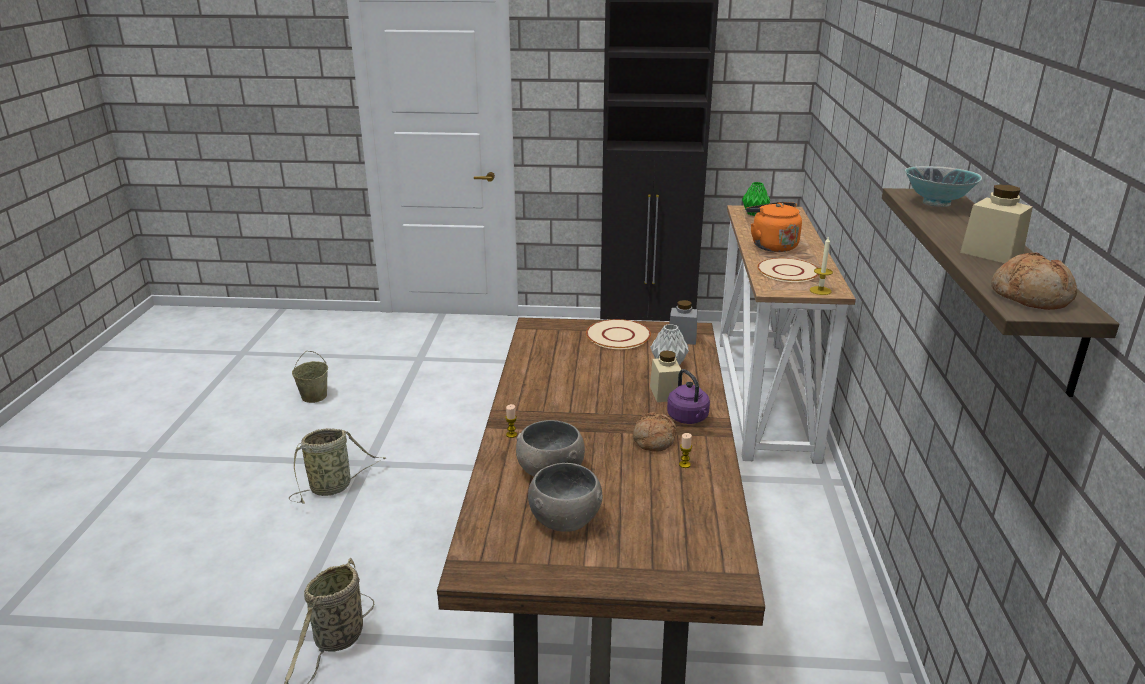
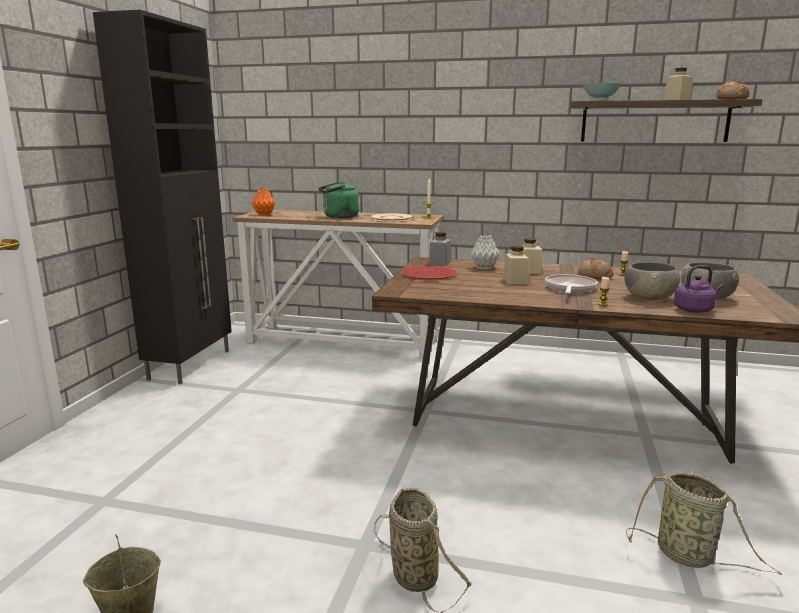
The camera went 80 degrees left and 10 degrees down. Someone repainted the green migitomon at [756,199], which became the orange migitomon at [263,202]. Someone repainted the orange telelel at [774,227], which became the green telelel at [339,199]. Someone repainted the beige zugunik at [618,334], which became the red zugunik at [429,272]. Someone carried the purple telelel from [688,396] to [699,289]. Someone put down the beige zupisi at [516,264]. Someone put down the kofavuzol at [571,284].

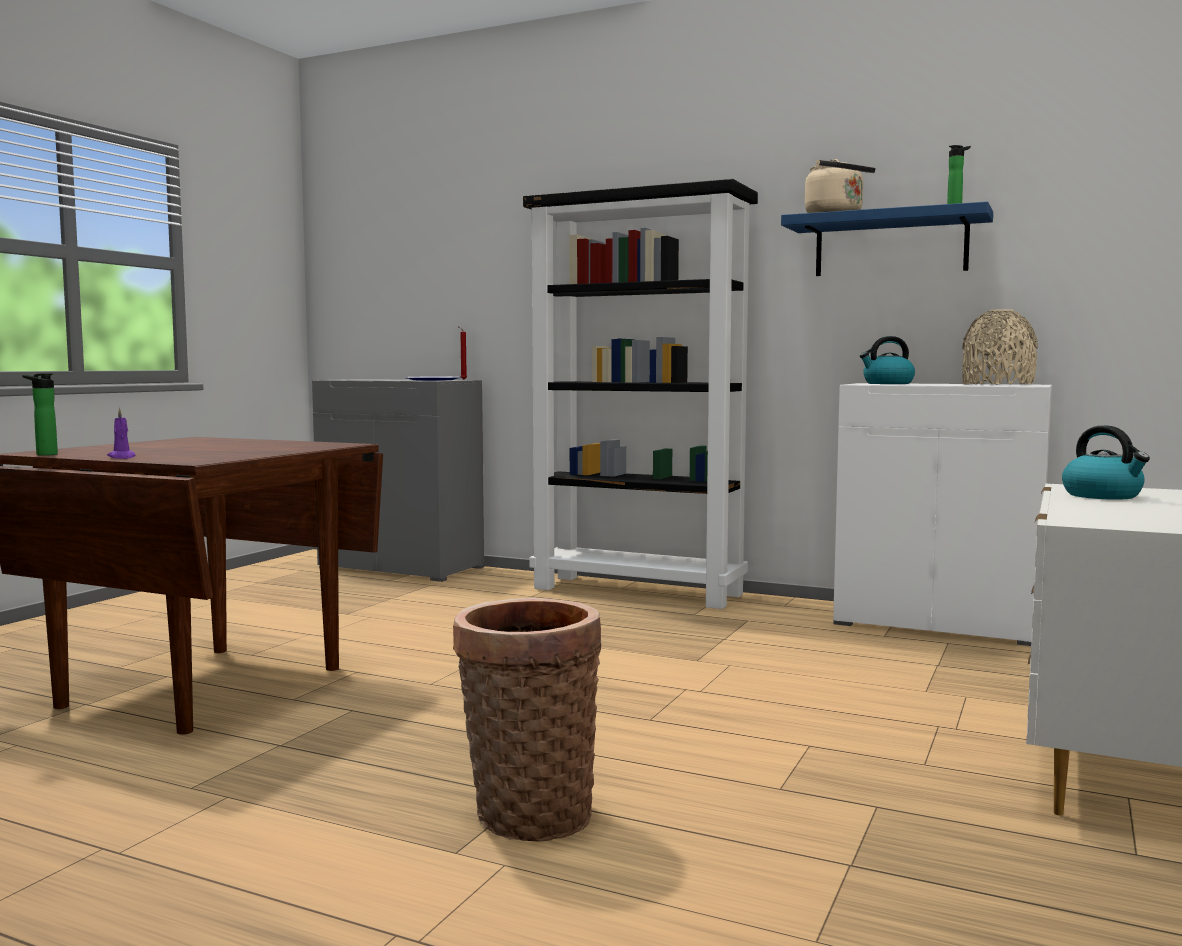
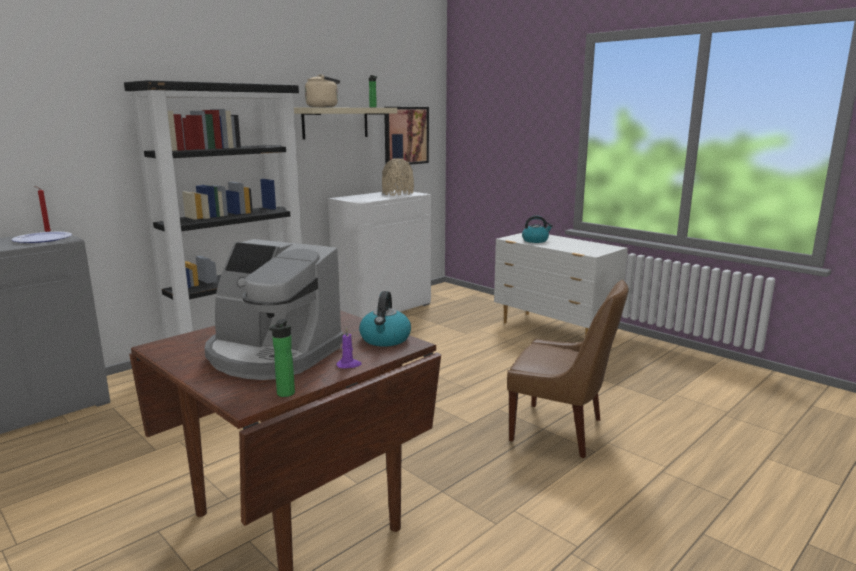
The camera went 70 degrees left and 10 degrees up. Someone repainted the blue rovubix at [887,239], which became the beige rovubix at [345,124]. Someone carried the telelel from [887,360] to [385,319]. Someone swapped the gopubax at [527,719] for the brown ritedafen at [568,369]. Someone put up the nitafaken at [406,136]. Someone put down the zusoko at [274,309].

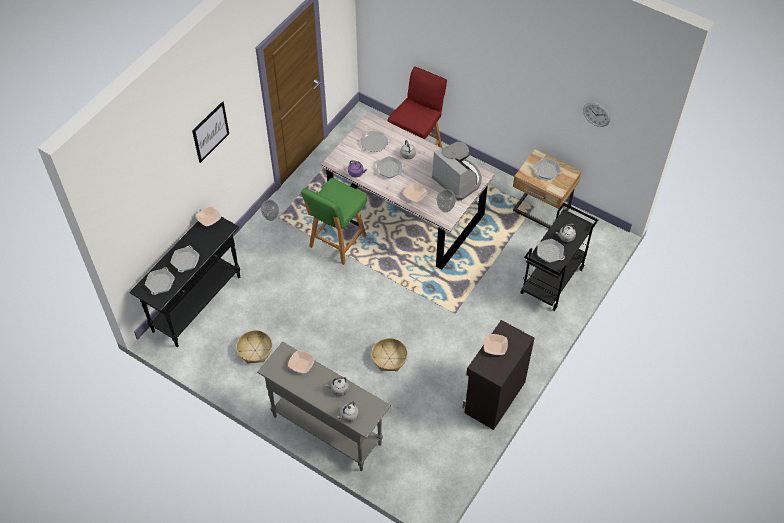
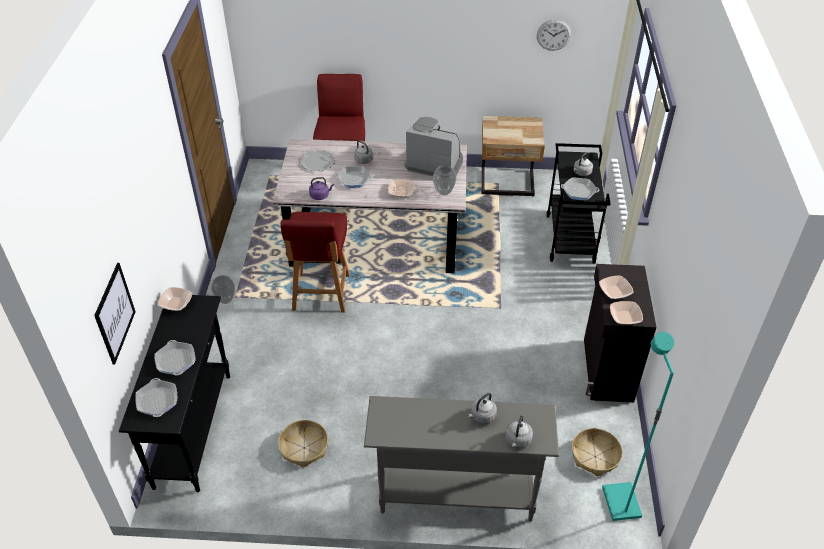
The camera went 30 degrees left and 10 degrees down. Someone carried the nitafaken from [210,132] to [115,314]. Someone took away the kofavuzol at [547,169]. Someone repainted the green ritedafen at [334,221], which became the red ritedafen at [315,262]. Someone carried the gopubax from [390,354] to [597,452]. Someone carried the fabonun from [301,361] to [626,312]. Someone put down the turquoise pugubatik at [638,426].

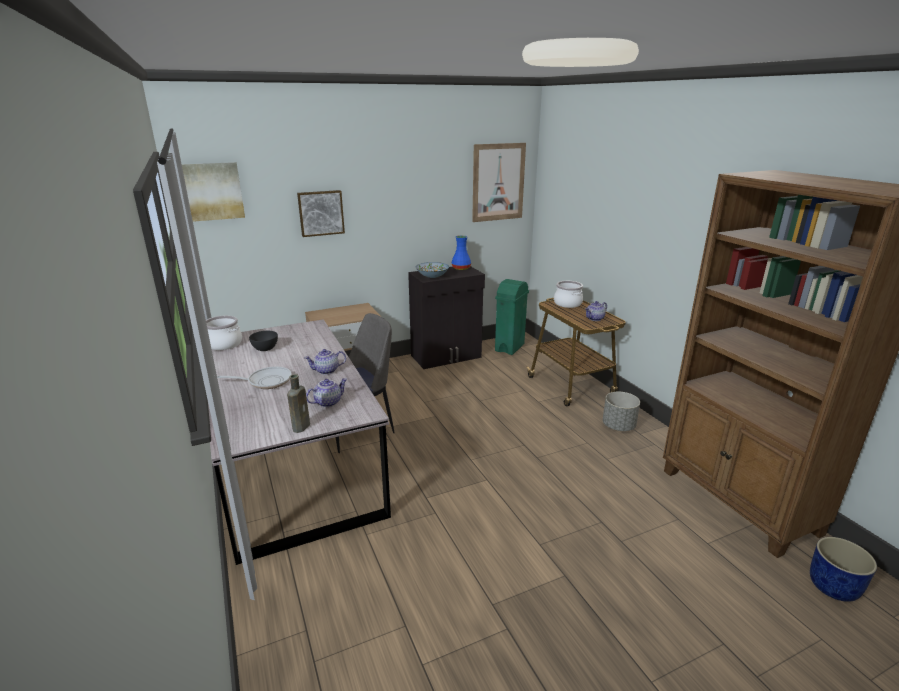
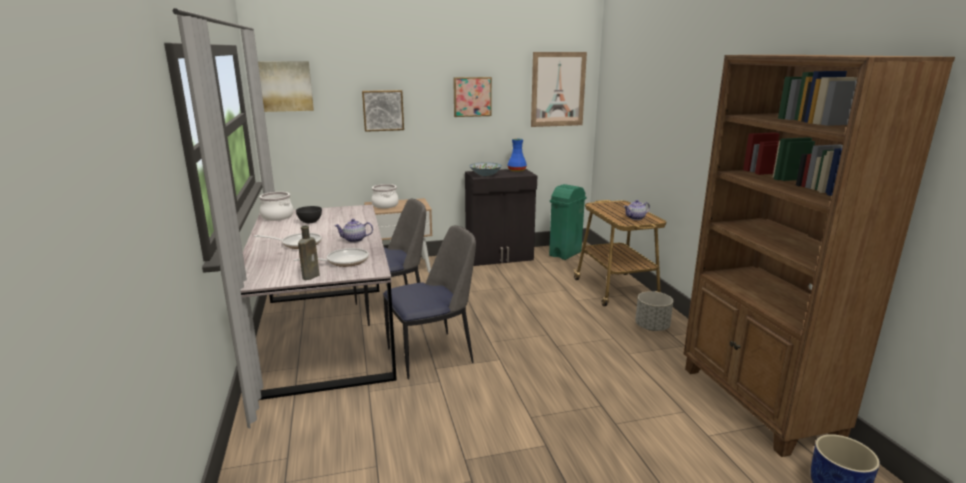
The camera went 10 degrees right and 5 degrees down. Someone carried the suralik from [568,294] to [385,196]. Someone swapped the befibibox at [326,392] for the kofavuzol at [331,257]. Someone put up the nitafaken at [472,97]. Someone put down the ritedafen at [429,302].

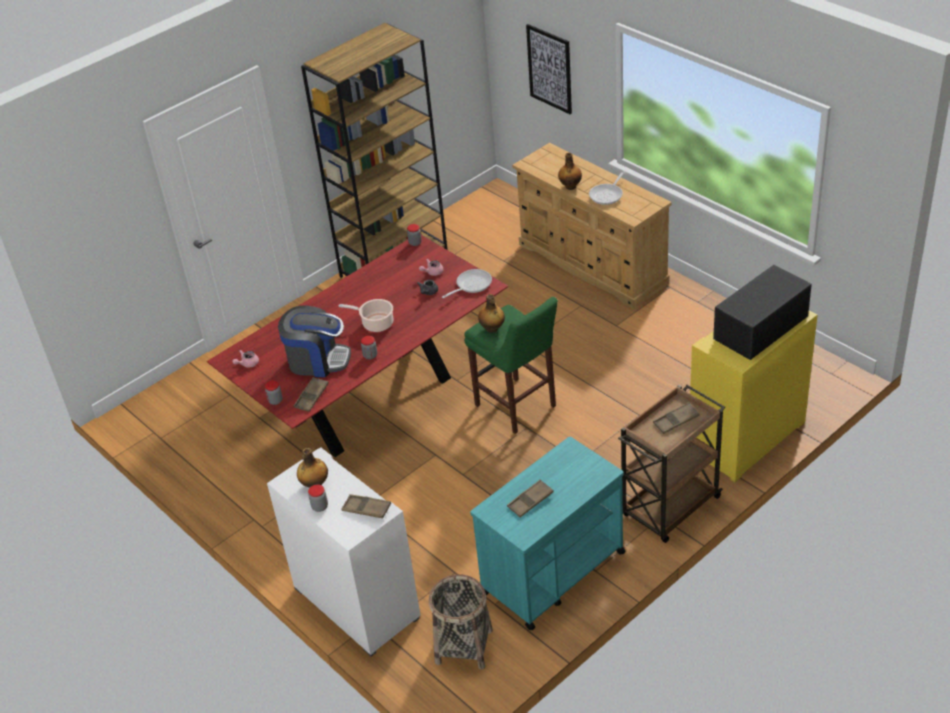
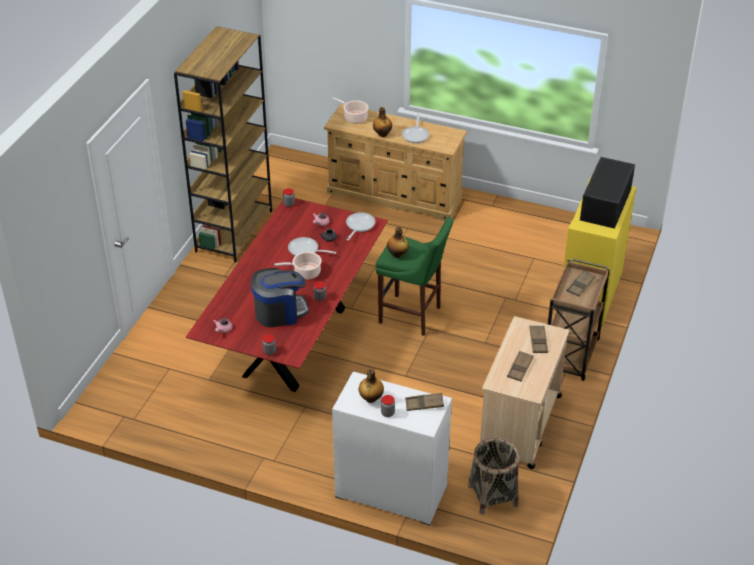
The camera went 30 degrees left and 0 degrees up. Someone took away the nitafaken at [549,69]. Someone carried the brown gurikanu from [311,394] to [538,339]. Someone repainted the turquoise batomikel at [548,533], which became the beige batomikel at [524,392]. Someone put down the suralik at [350,110]. Someone put down the kofavuzol at [312,246].

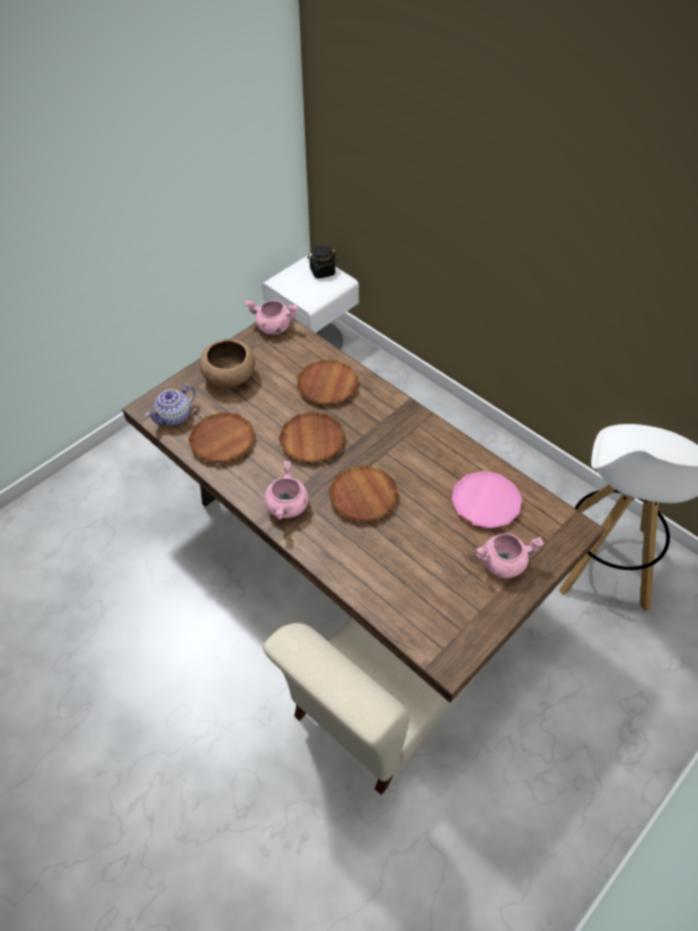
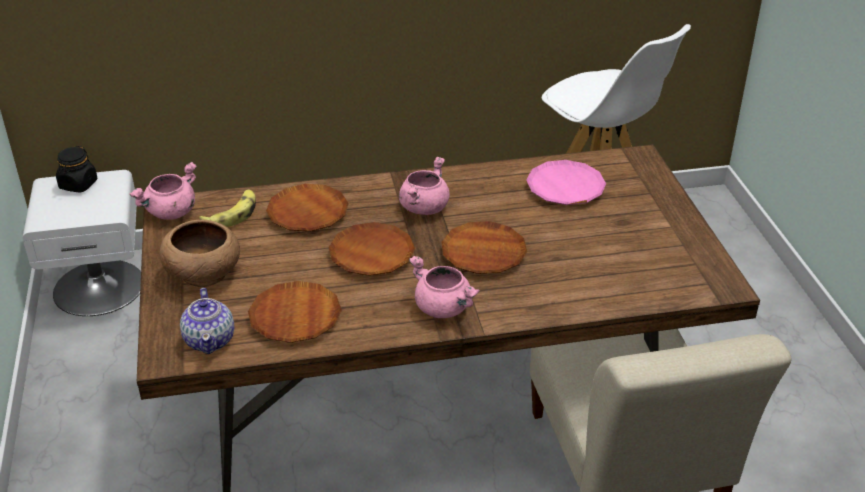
The camera went 55 degrees left and 15 degrees down. Someone carried the pink suralik from [510,555] to [424,186]. Someone put down the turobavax at [227,208].

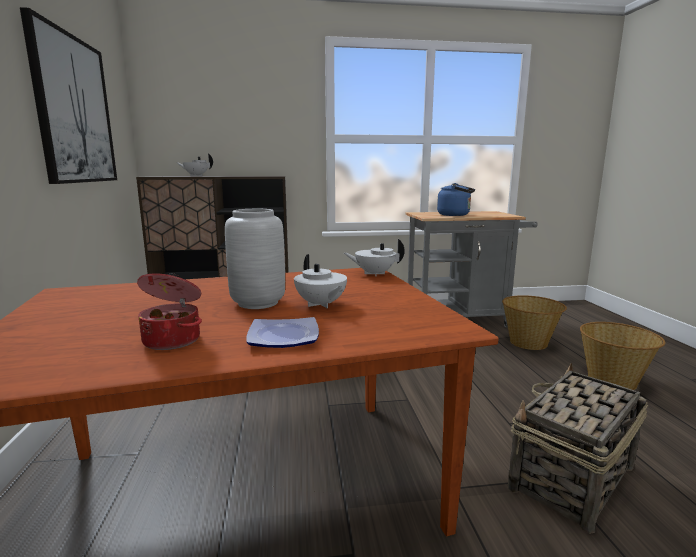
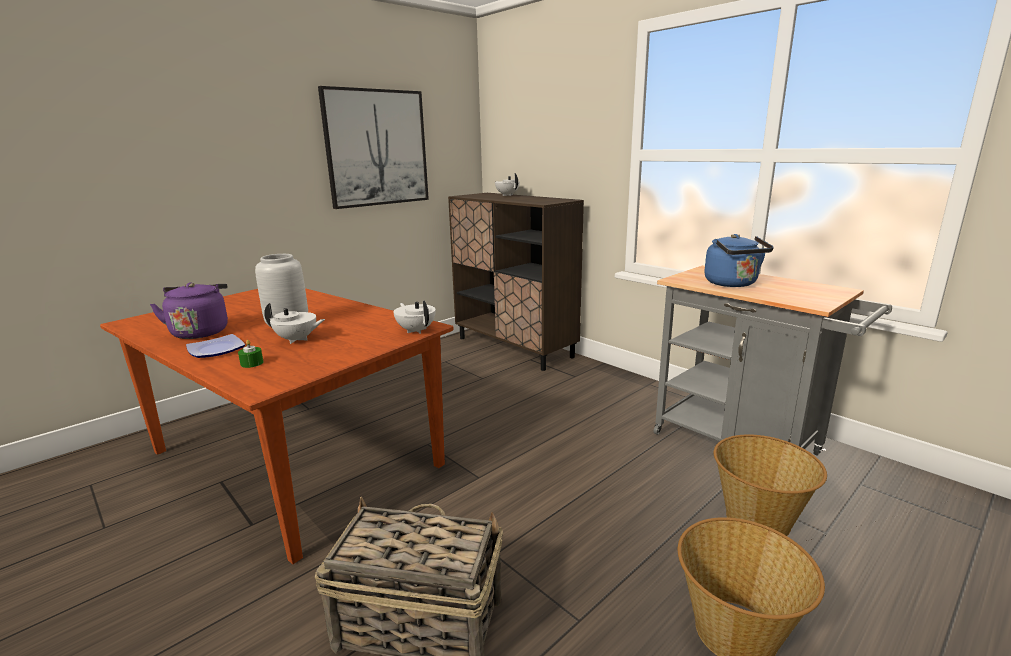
The camera went 55 degrees right and 5 degrees up. Someone rotated the white befibibox at [320,281] by 105 degrees counterclockwise. Someone swapped the suralik at [169,311] for the purple telelel at [189,310]. Someone put down the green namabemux at [250,354].

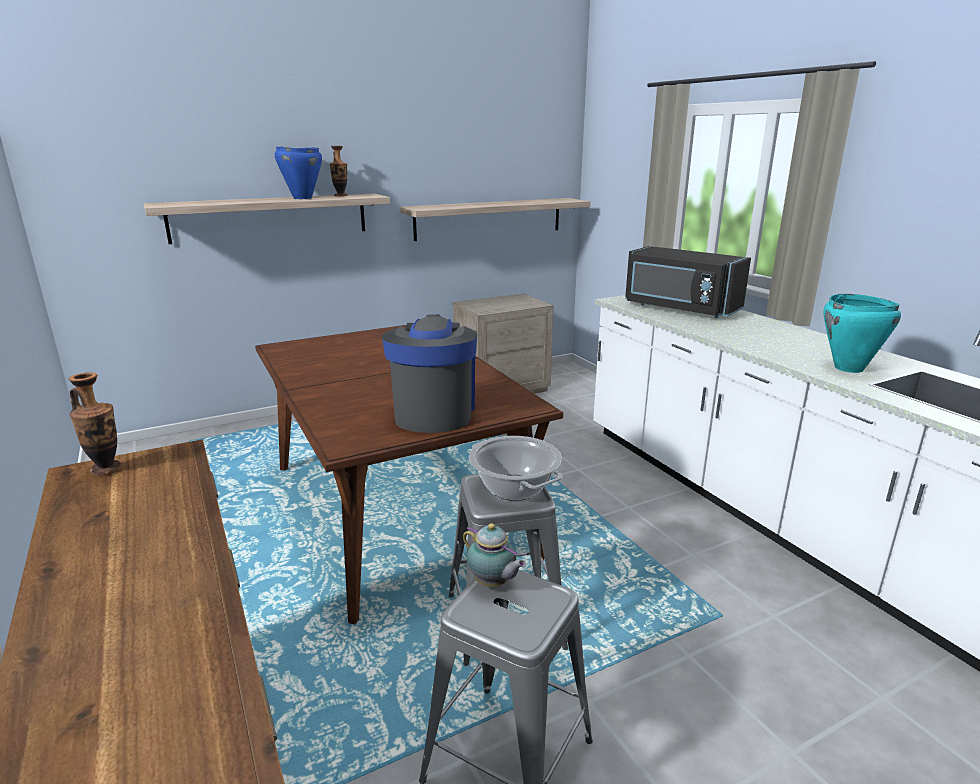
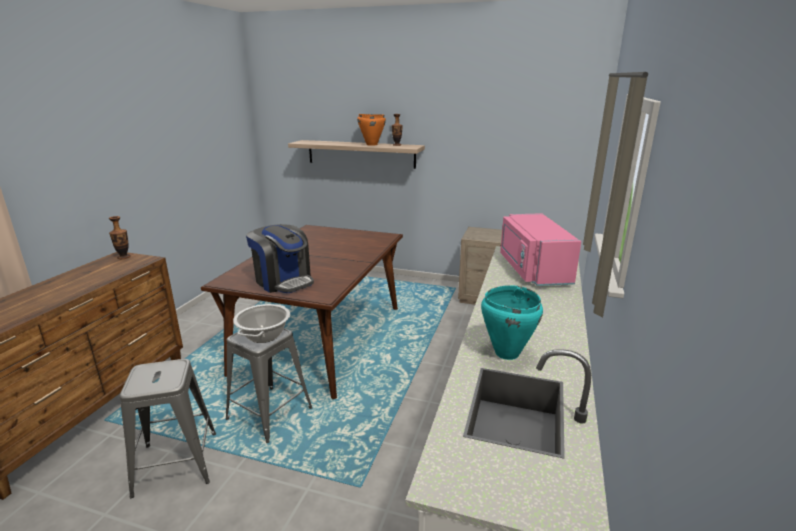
The camera went 45 degrees right and 0 degrees up. Someone repainted the blue suralik at [298,172], which became the orange suralik at [371,130]. Someone took away the rovubix at [495,219]. Someone repainted the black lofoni at [688,282], which became the pink lofoni at [540,249]. Someone rotated the zusoko at [429,374] by 90 degrees clockwise. Someone took away the befibibox at [494,555].

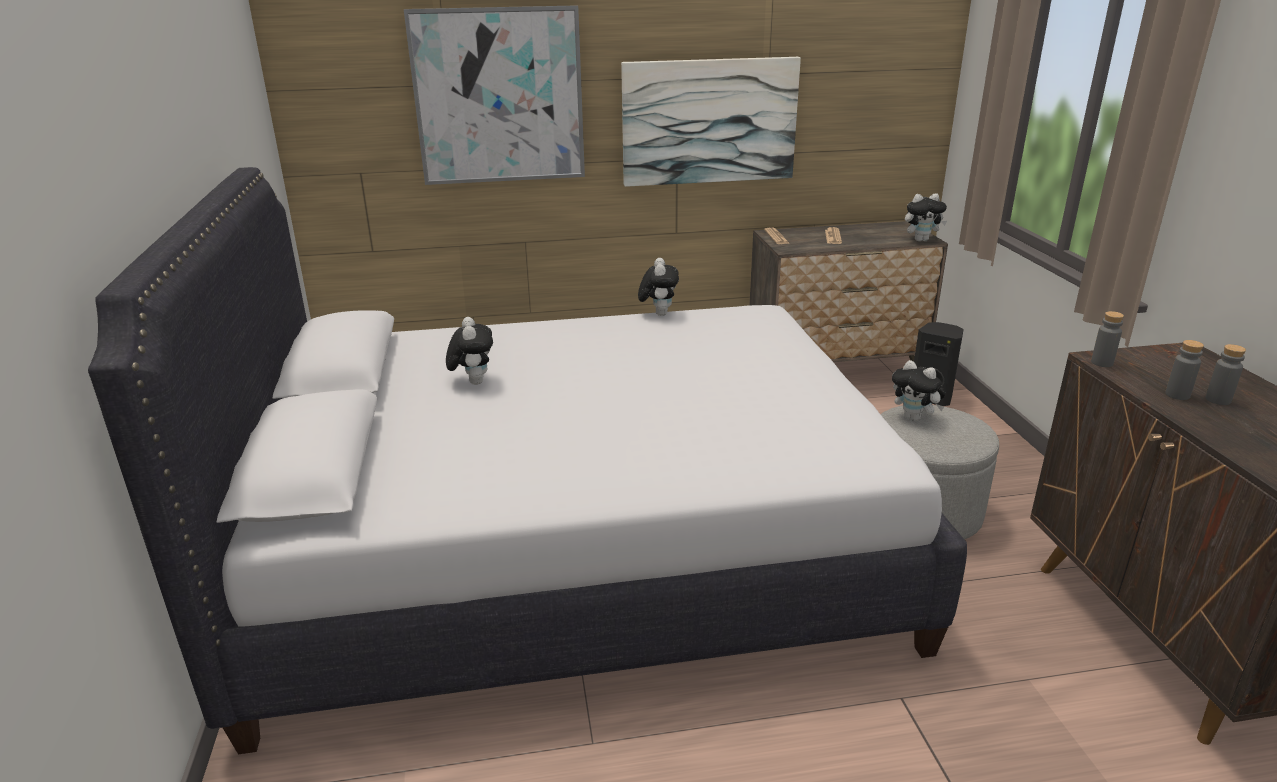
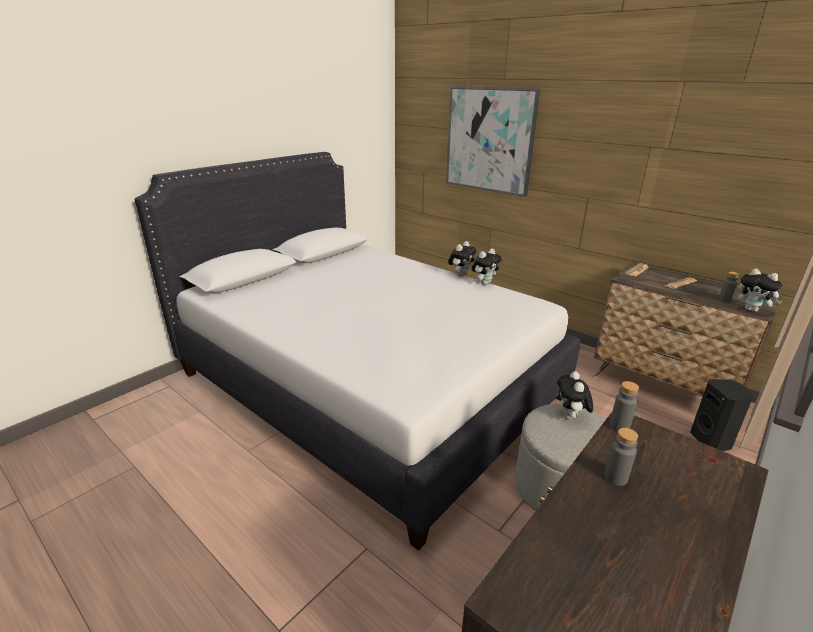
The camera went 50 degrees right and 0 degrees up. Someone took away the nitafaken at [711,122]. Someone carried the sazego from [469,351] to [462,258]. Someone carried the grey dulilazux from [1226,374] to [728,287].

